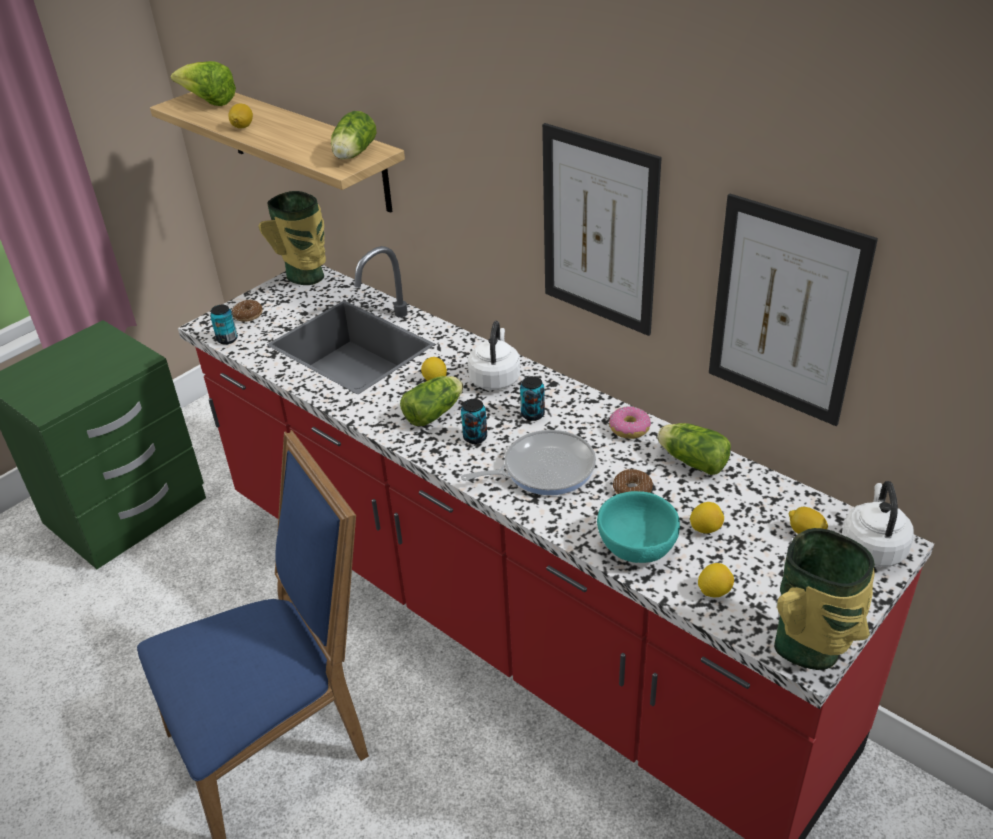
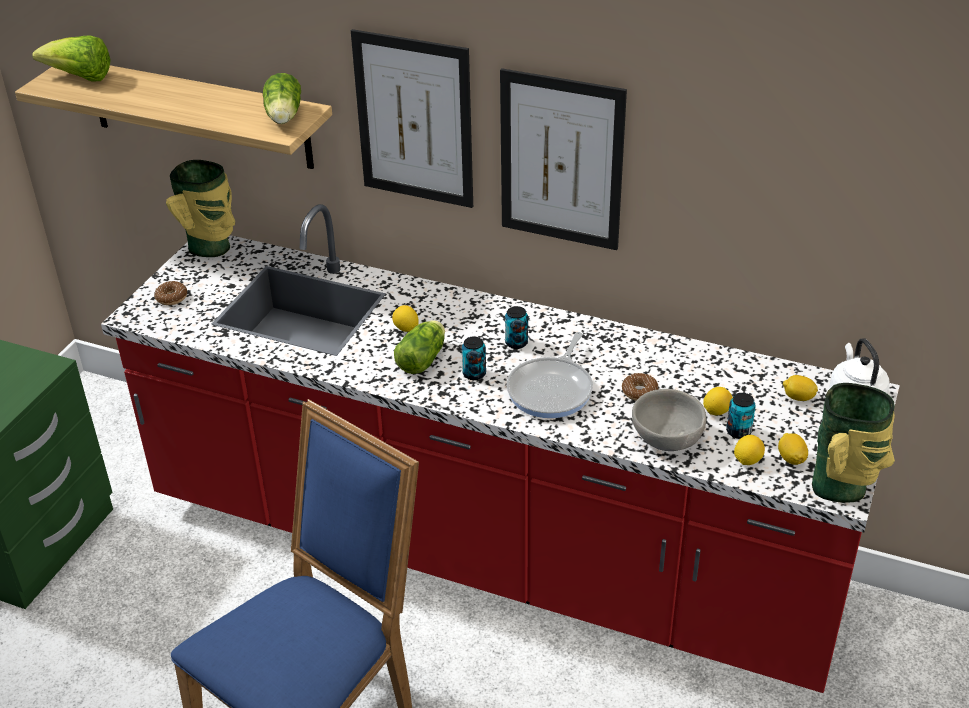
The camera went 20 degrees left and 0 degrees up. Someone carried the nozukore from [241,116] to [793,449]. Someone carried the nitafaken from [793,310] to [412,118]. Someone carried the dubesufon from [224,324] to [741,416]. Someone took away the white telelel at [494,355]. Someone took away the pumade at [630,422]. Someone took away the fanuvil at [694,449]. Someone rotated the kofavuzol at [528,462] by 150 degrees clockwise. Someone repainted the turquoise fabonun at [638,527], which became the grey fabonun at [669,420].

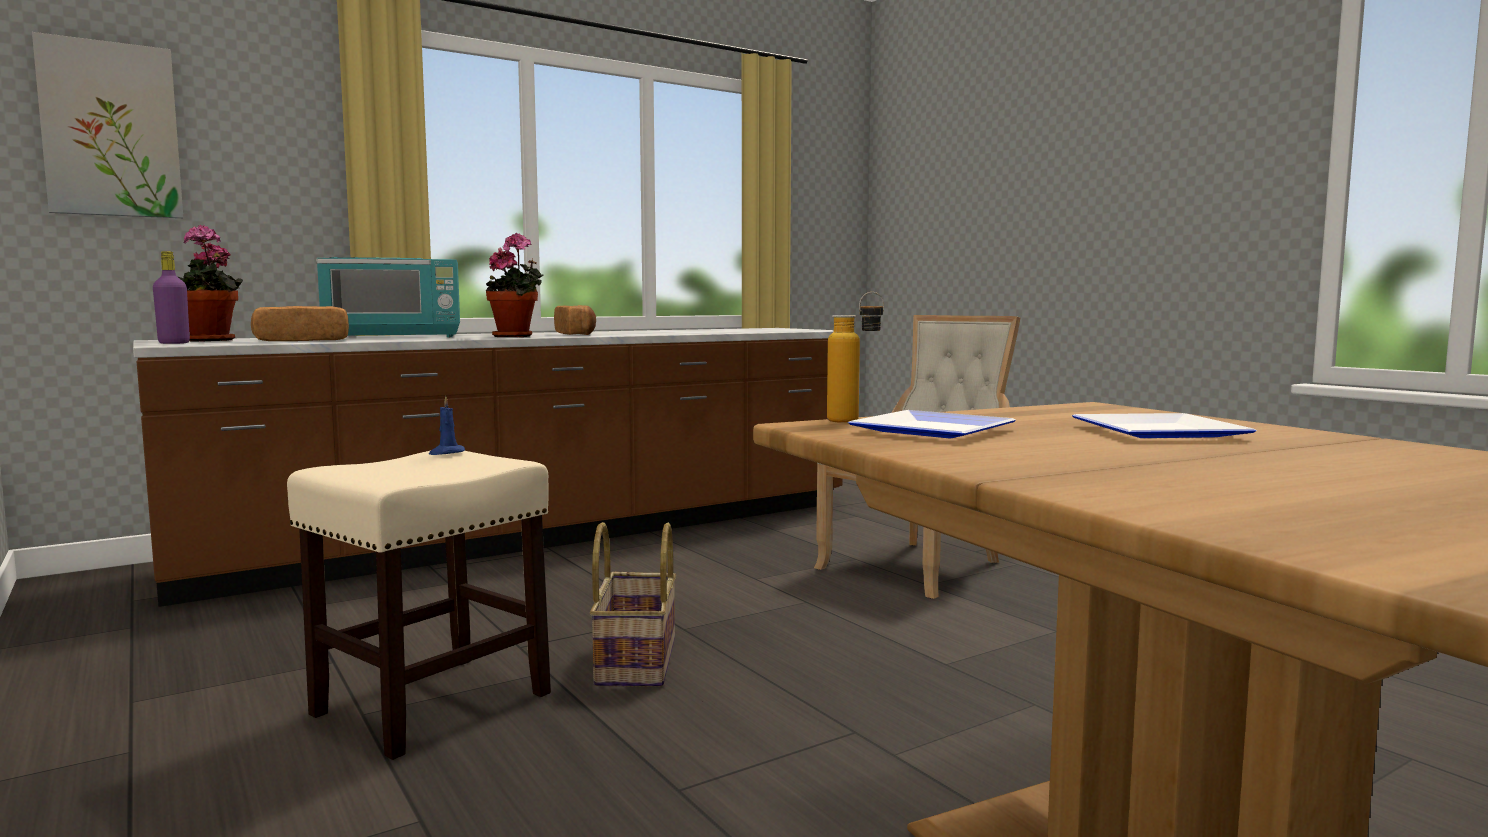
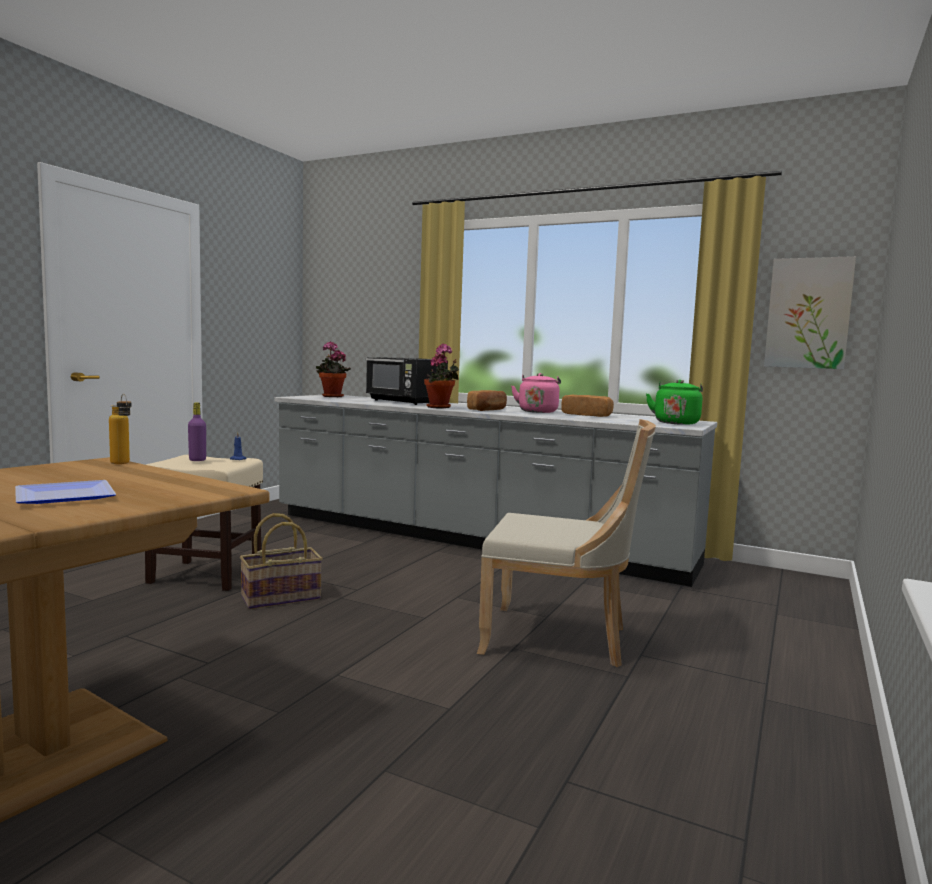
The camera went 60 degrees right and 0 degrees up. Someone carried the nitafaken from [107,125] to [810,312]. Someone carried the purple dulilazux from [171,297] to [197,432]. Someone repainted the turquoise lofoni at [388,297], which became the black lofoni at [407,381]. Someone carried the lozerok from [300,323] to [587,406]. Someone repainted the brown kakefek at [488,467], which became the grey kakefek at [495,491]. Someone took away the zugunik at [932,424]. Someone put down the pink telelel at [536,393]. Someone put down the green telelel at [674,402].

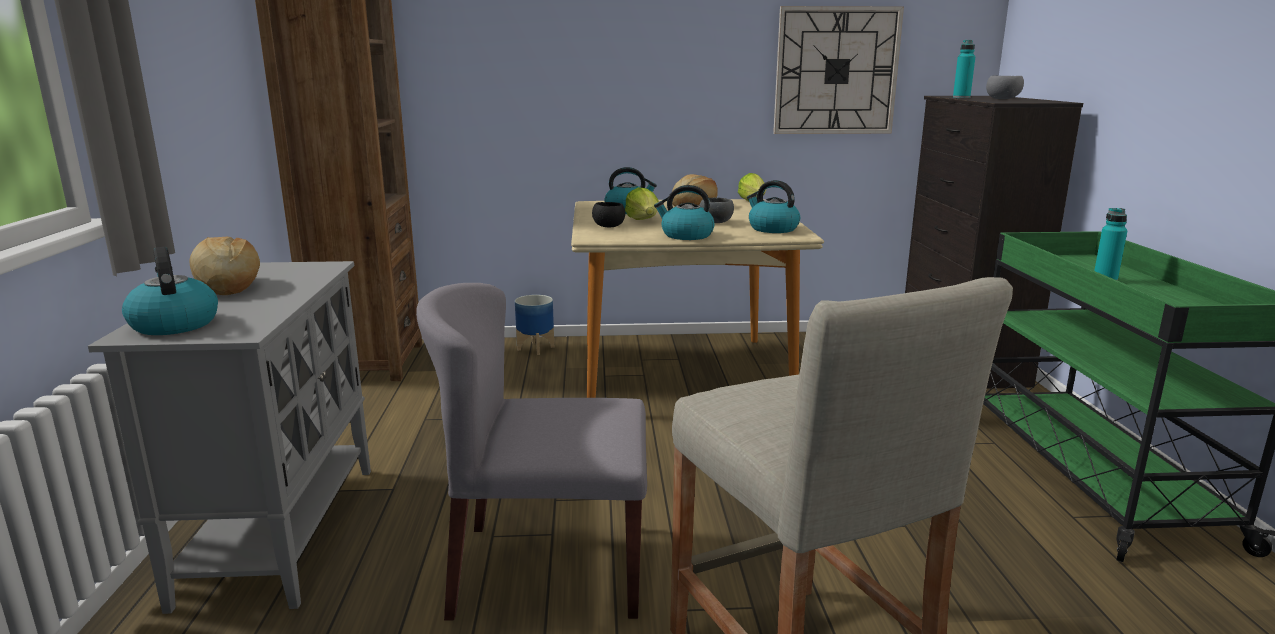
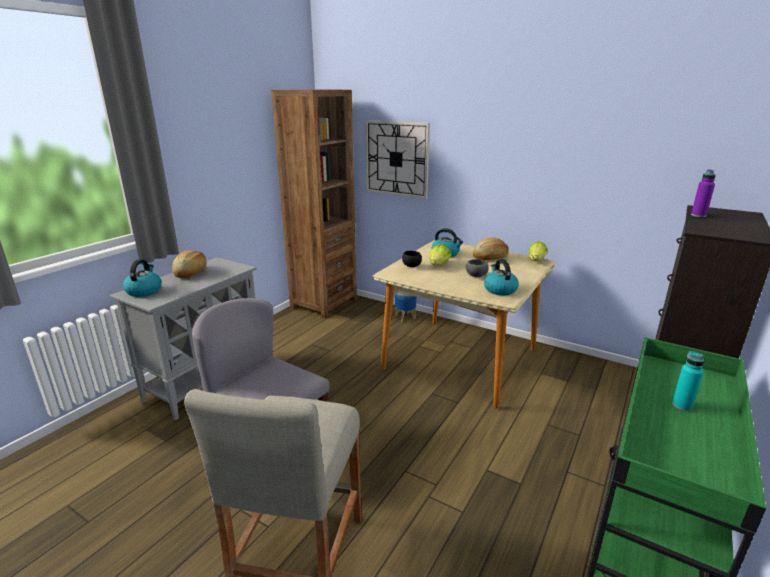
The camera went 35 degrees right and 5 degrees up. Someone carried the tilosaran from [838,70] to [397,159]. Someone repainted the turquoise dulilazux at [964,69], which became the purple dulilazux at [703,193]. Someone took away the grey fabonun at [1005,87]. Someone took away the telelel at [684,212].

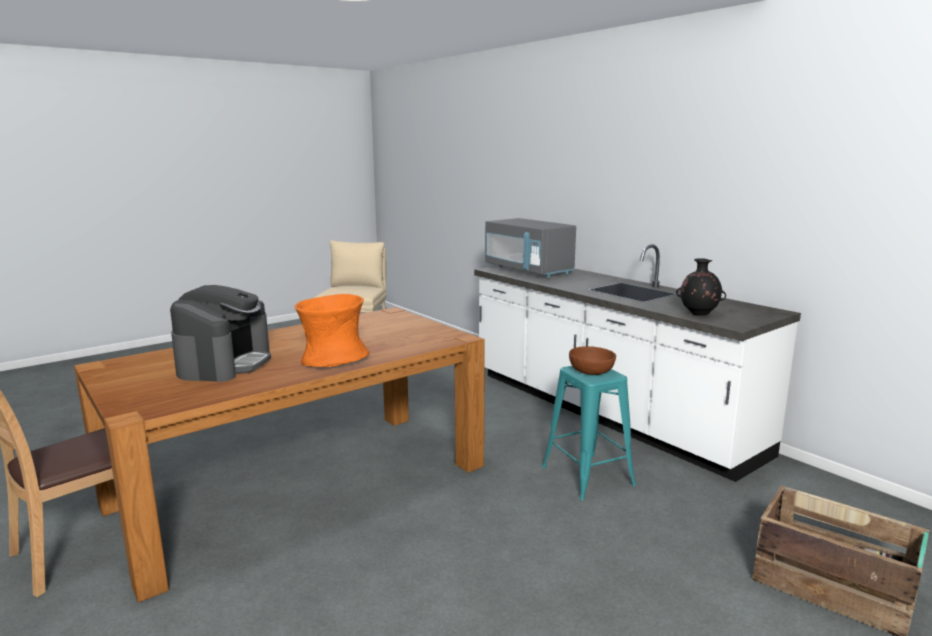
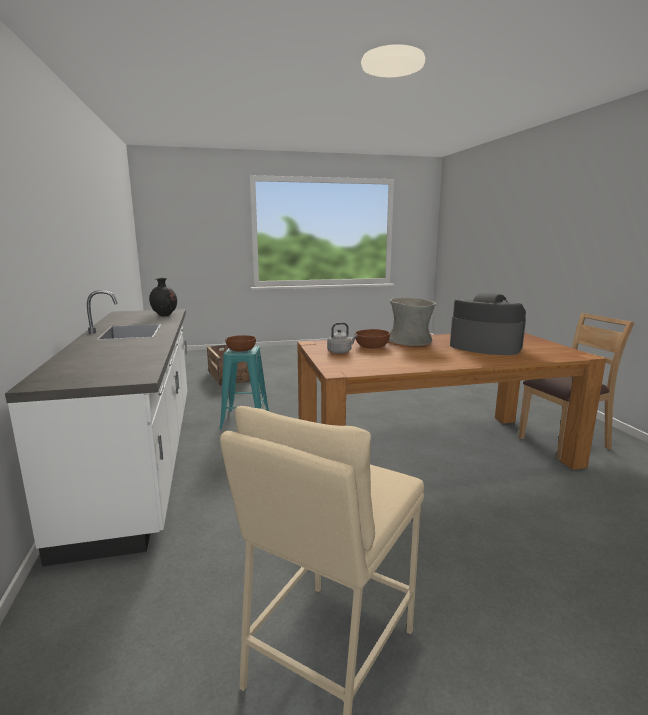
The camera went 155 degrees left and 0 degrees up. Someone took away the grey lofoni at [530,248]. Someone rotated the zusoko at [220,333] by 90 degrees clockwise. Someone repainted the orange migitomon at [332,330], which became the grey migitomon at [412,322]. Someone put down the grey telelel at [342,338]. Someone put down the brown fabonun at [372,338].

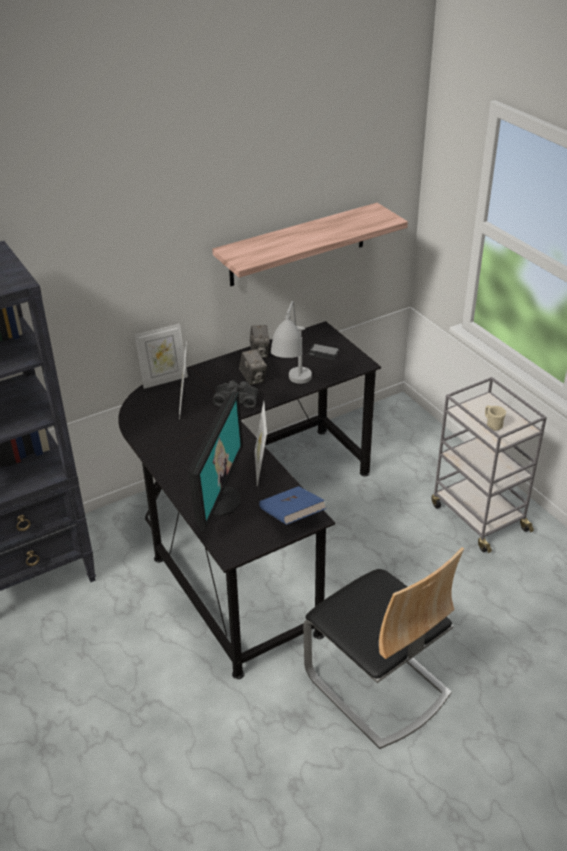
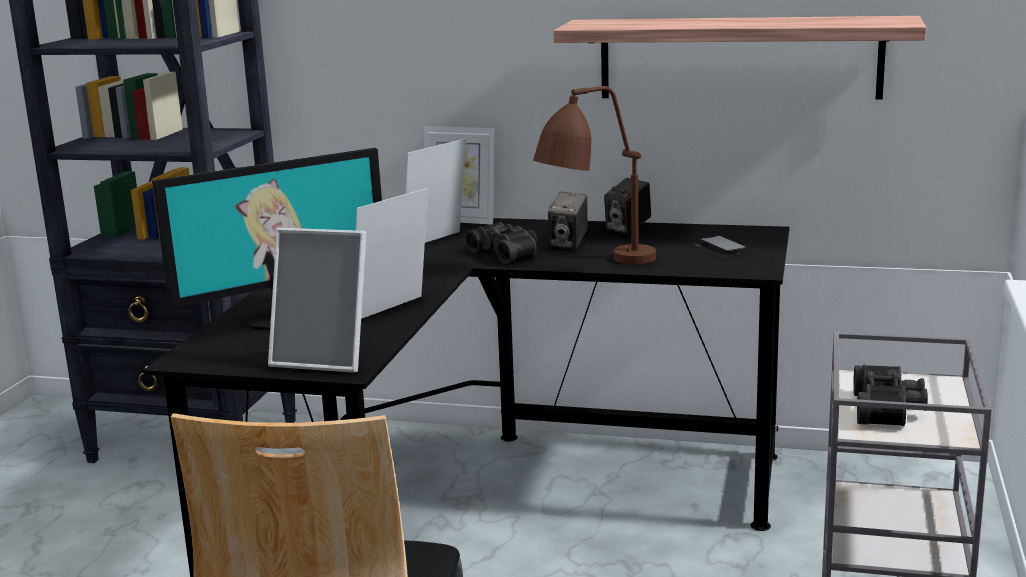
The camera went 45 degrees right and 20 degrees down. Someone repainted the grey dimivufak at [291,342], which became the brown dimivufak at [594,175]. Someone swapped the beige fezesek at [495,418] for the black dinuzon at [890,395]. Someone swapped the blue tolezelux at [293,505] for the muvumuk at [317,300].

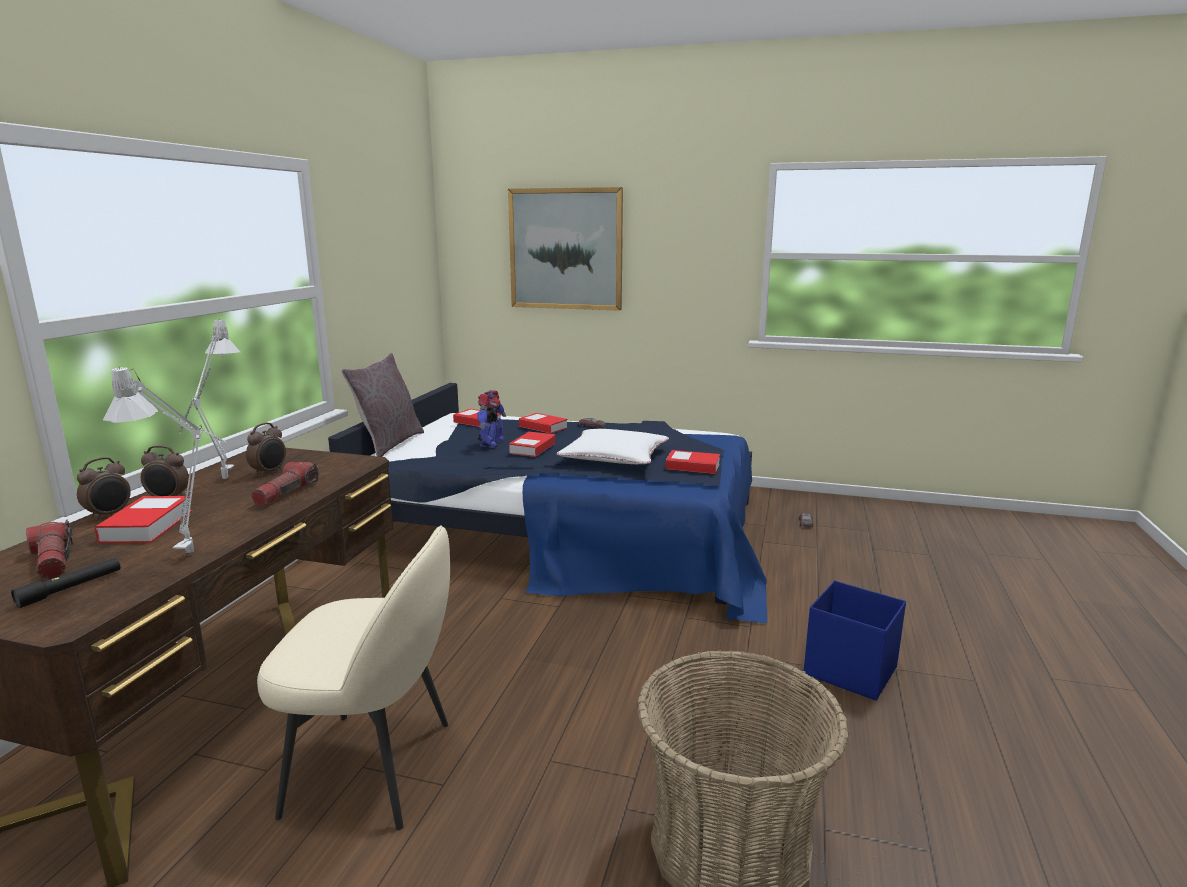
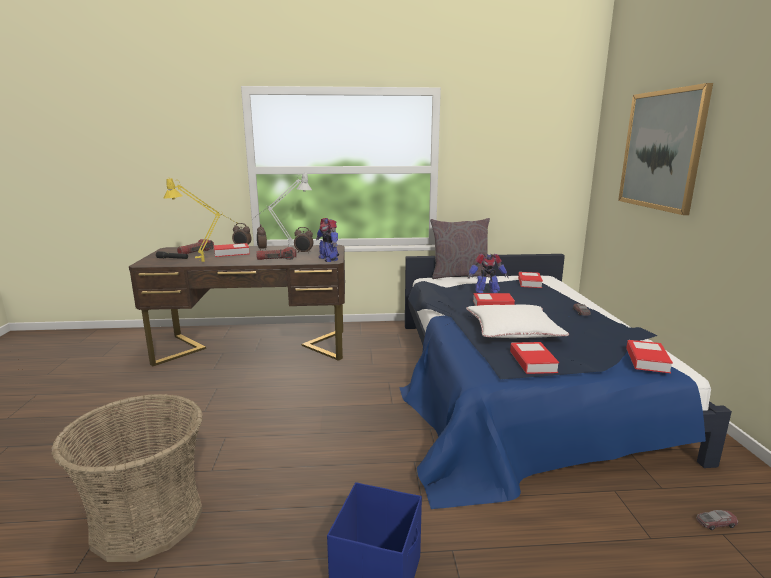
The camera went 70 degrees right and 0 degrees up. Someone repainted the grey dimivufak at [165,461], which became the yellow dimivufak at [200,220]. Someone carried the tolezelux from [543,423] to [649,356]. Someone took away the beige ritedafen at [353,677]. Someone put down the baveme at [327,240].

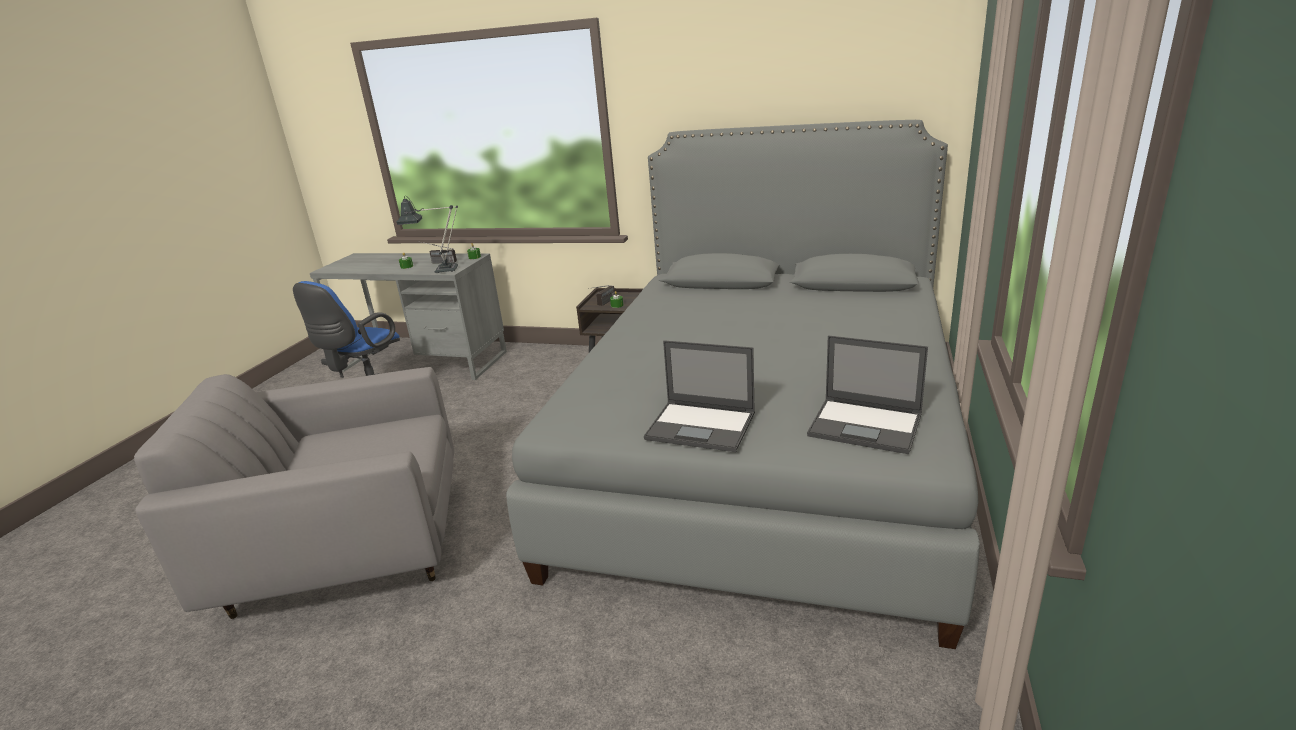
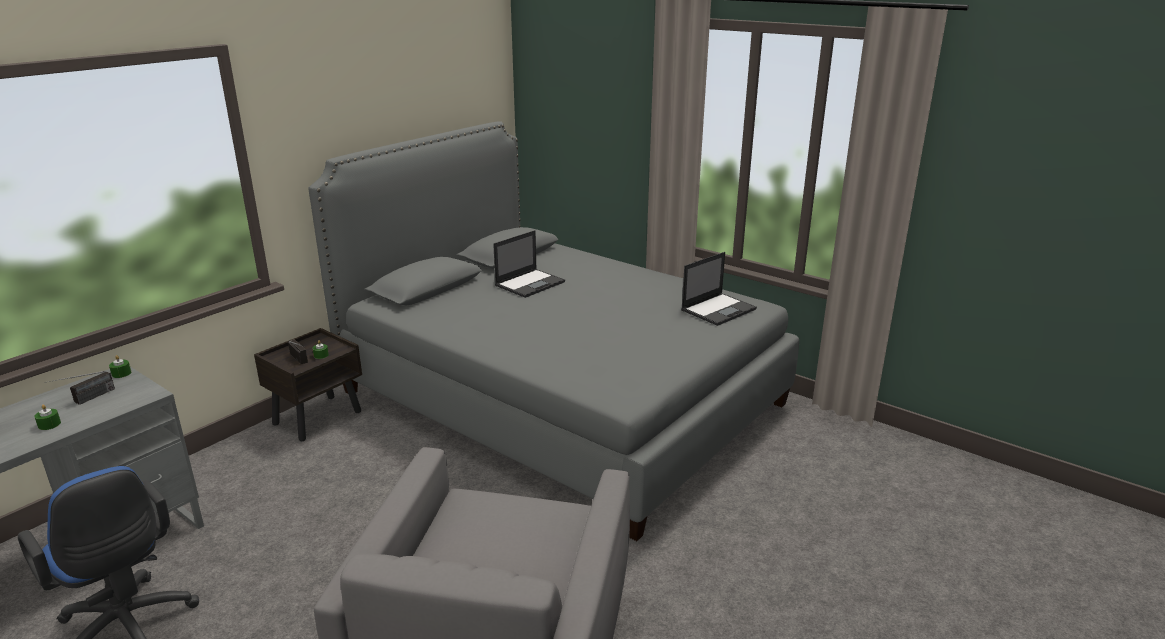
The camera went 70 degrees left and 0 degrees up. Someone took away the dimivufak at [427,234]. Someone carried the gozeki from [699,396] to [529,264].

